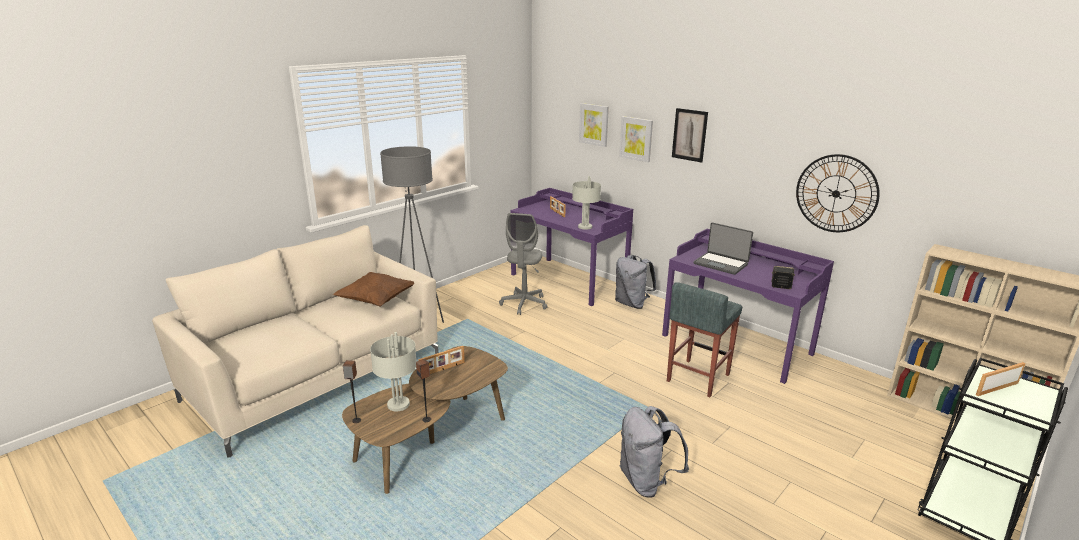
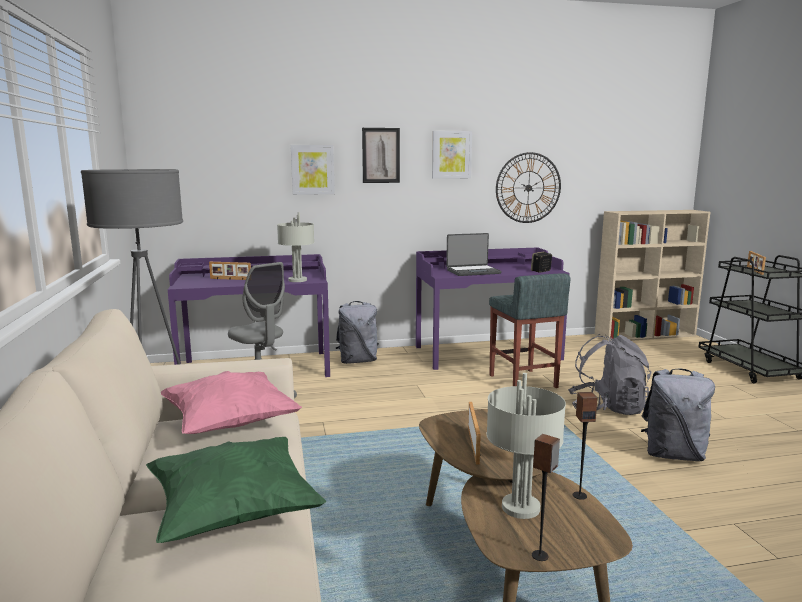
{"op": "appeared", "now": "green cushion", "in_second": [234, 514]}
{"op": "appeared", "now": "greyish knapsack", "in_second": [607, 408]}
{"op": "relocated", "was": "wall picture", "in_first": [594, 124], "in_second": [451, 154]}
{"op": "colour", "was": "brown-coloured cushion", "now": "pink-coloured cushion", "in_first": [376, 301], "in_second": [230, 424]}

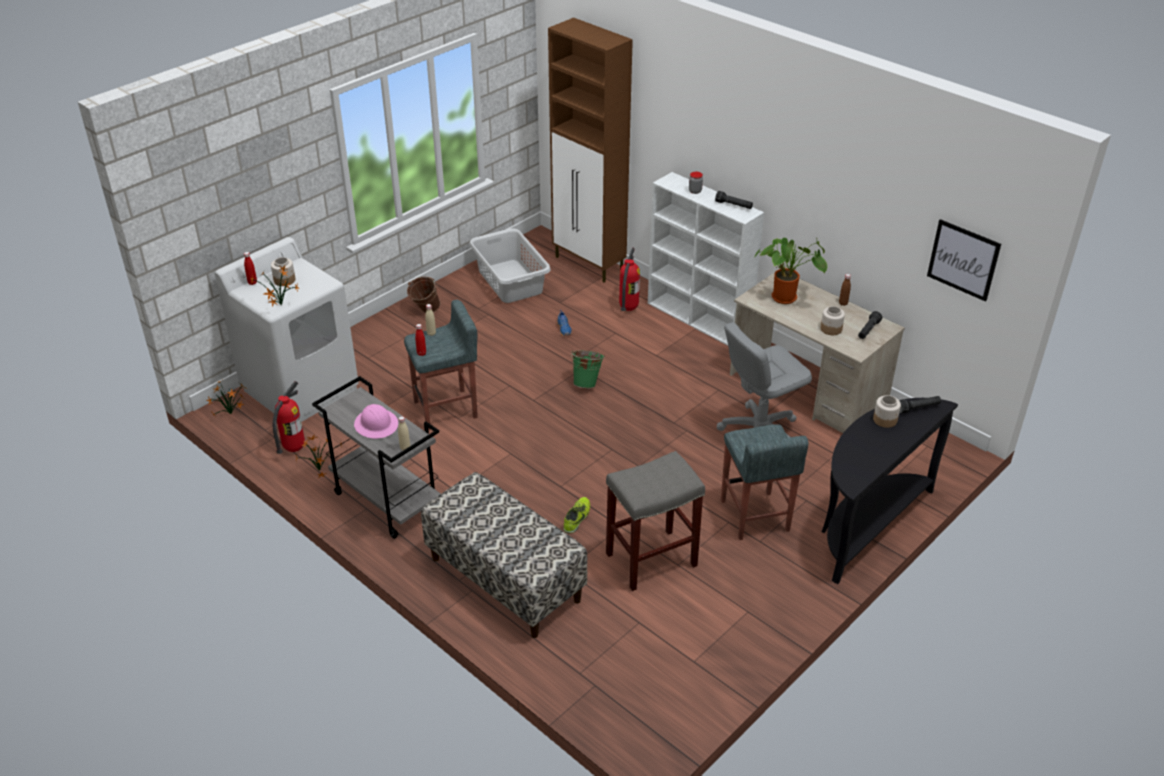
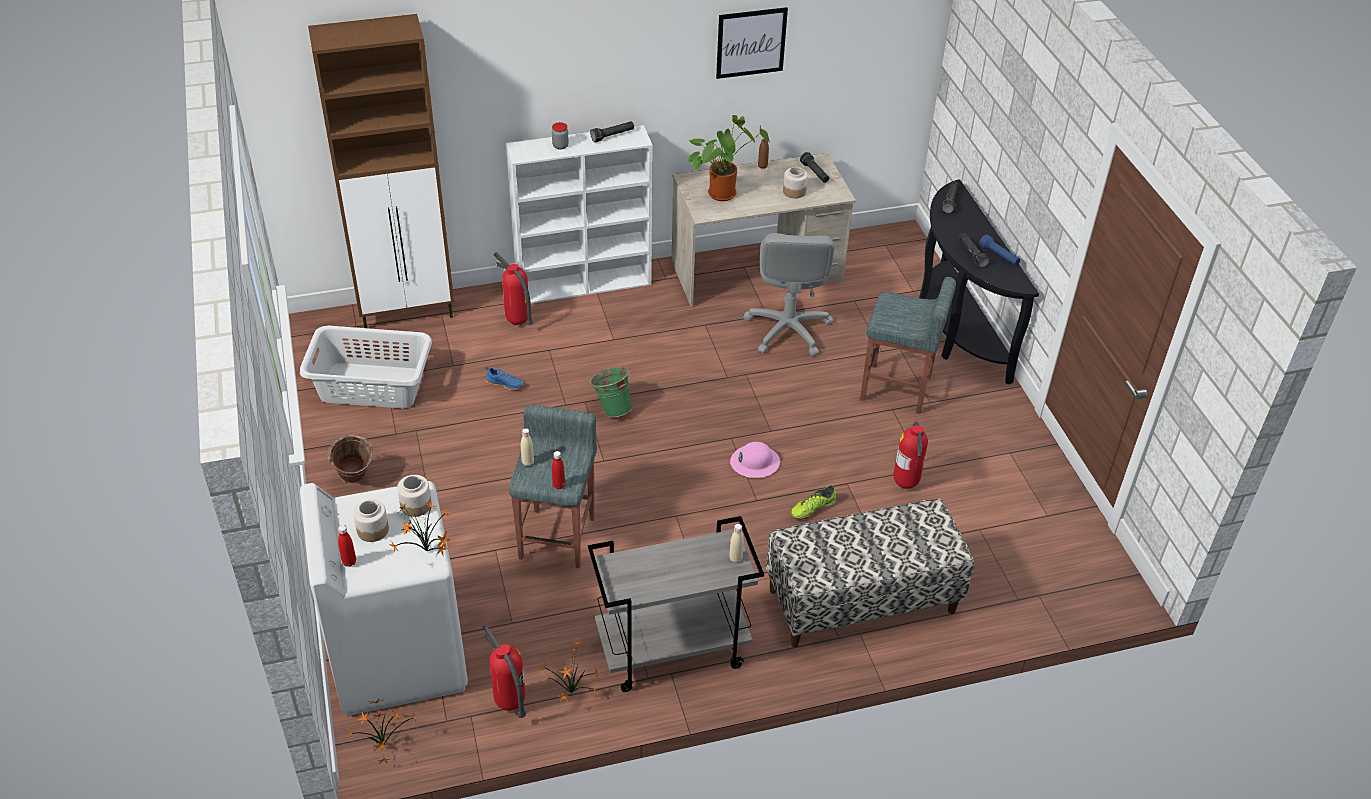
{"op": "appeared", "now": "blackish torch", "in_second": [972, 254]}
{"op": "appeared", "now": "blue-coloured torch", "in_second": [999, 256]}
{"op": "relocated", "was": "pink-coloured hard hat", "in_first": [376, 425], "in_second": [754, 462]}
{"op": "relocated", "was": "jar", "in_first": [885, 420], "in_second": [416, 505]}
{"op": "relocated", "was": "wall picture", "in_first": [963, 260], "in_second": [751, 42]}
{"op": "exchanged", "was": "greyish stool", "now": "fire-fighting cylinder", "in_first": [650, 560], "in_second": [906, 484]}
{"op": "spun", "was": "item of footwear", "in_first": [577, 518], "in_second": [812, 508], "clockwise": -90}

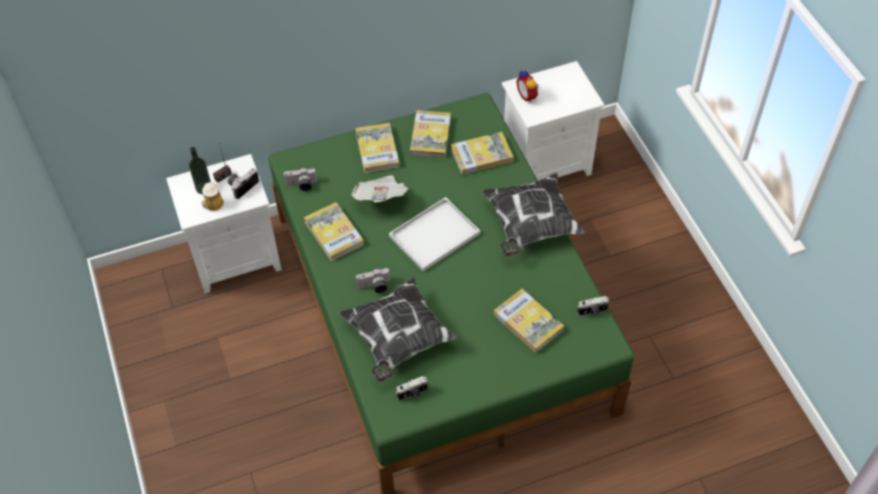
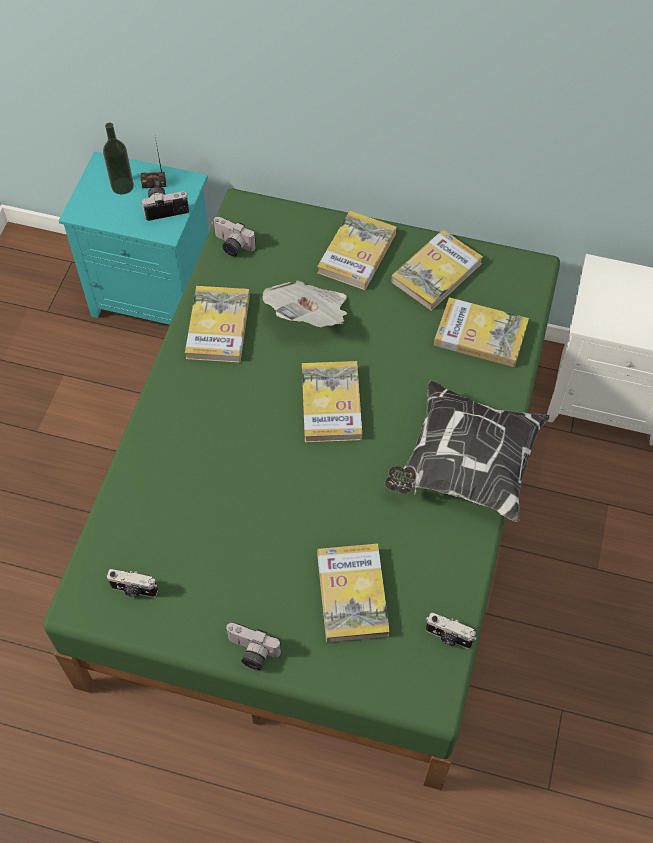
{"op": "missing", "was": "coffee mug", "in_first": [213, 205]}
{"op": "missing", "was": "cushion", "in_first": [397, 339]}
{"op": "missing", "was": "bedside clock", "in_first": [528, 96]}
{"op": "relocated", "was": "still camera", "in_first": [374, 287], "in_second": [251, 652]}
{"op": "exchanged", "was": "whitish carrying tray", "now": "bound book", "in_first": [434, 236], "in_second": [331, 404]}
{"op": "colour", "was": "whitish bedside table", "now": "blue-green bedside table", "in_first": [237, 257], "in_second": [157, 295]}

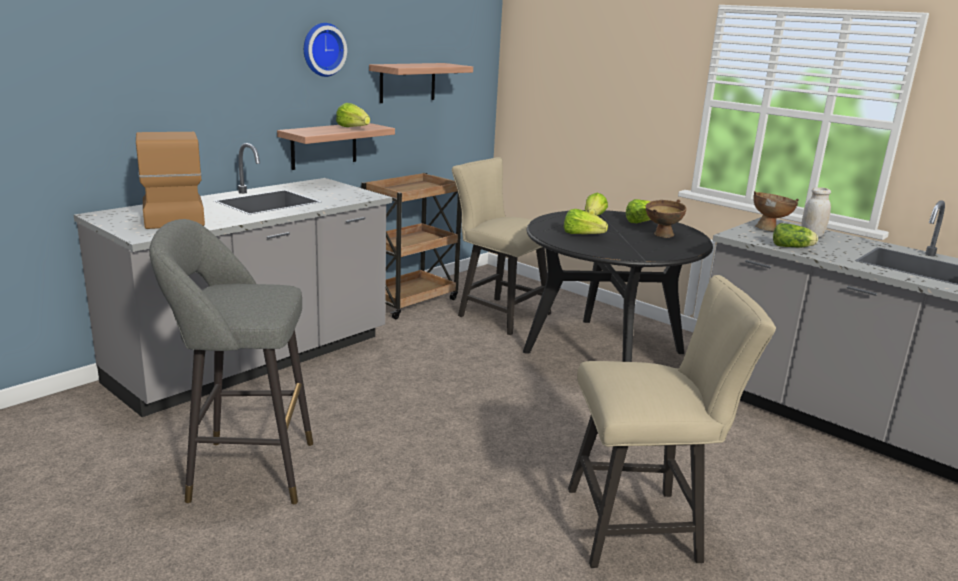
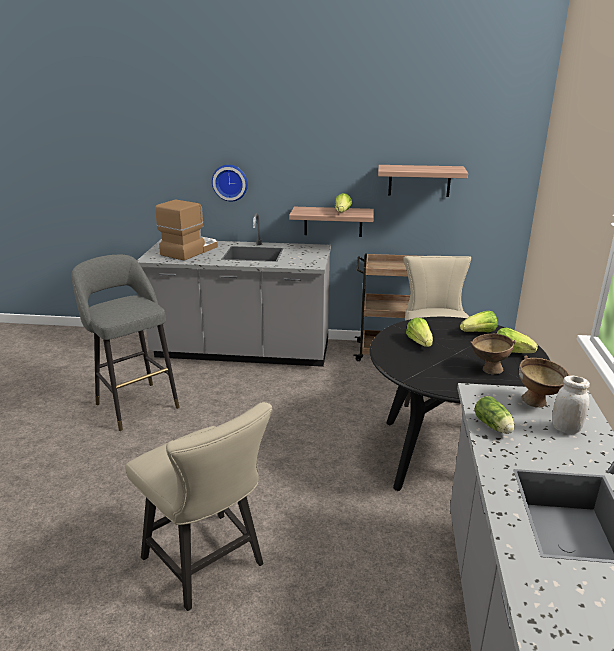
{"op": "relocated", "was": "clock on the wall", "in_first": [322, 49], "in_second": [230, 182]}

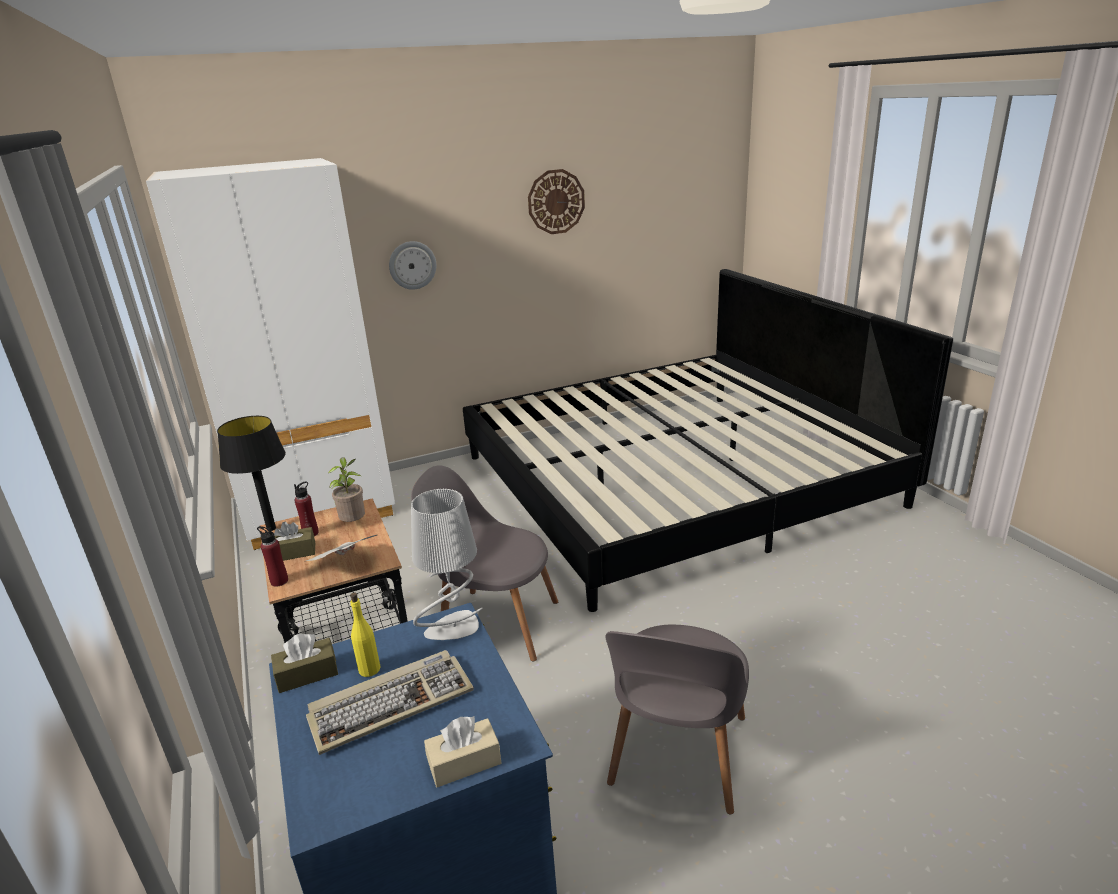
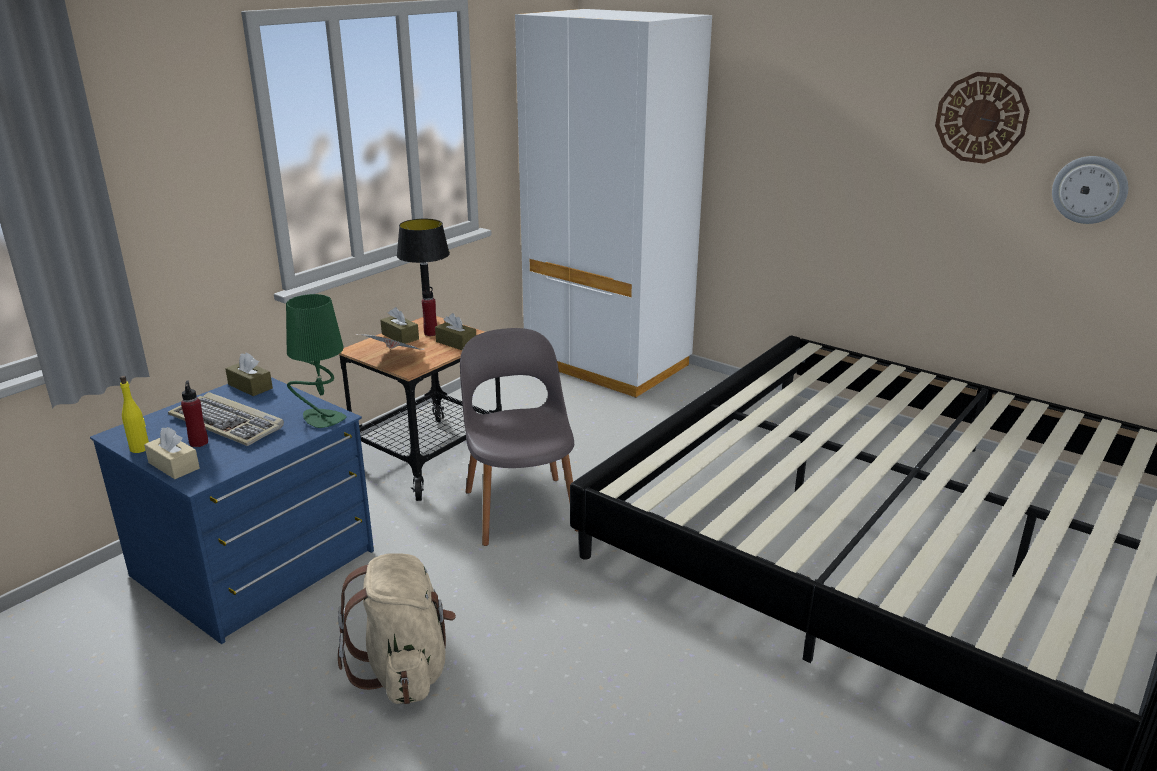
{"op": "relocated", "was": "red beverage bottle", "in_first": [279, 581], "in_second": [199, 442]}
{"op": "relocated", "was": "yellow-coloured beverage bottle", "in_first": [369, 669], "in_second": [140, 448]}
{"op": "relocated", "was": "clock on the wall", "in_first": [412, 265], "in_second": [1089, 189]}
{"op": "exchanged", "was": "houseplant", "now": "brown-coloured box of tissues", "in_first": [354, 523], "in_second": [456, 343]}
{"op": "exchanged", "was": "greyish plain chair", "now": "beige knapsack", "in_first": [677, 755], "in_second": [405, 669]}
{"op": "colour", "was": "greyish table lamp", "now": "green table lamp", "in_first": [453, 629], "in_second": [321, 419]}

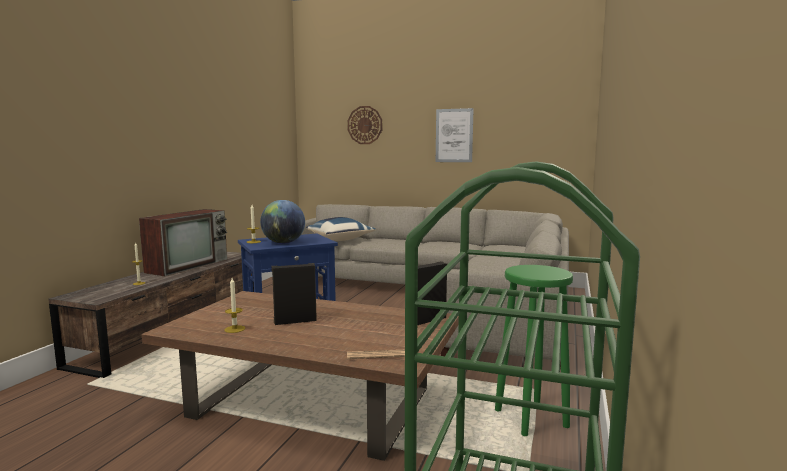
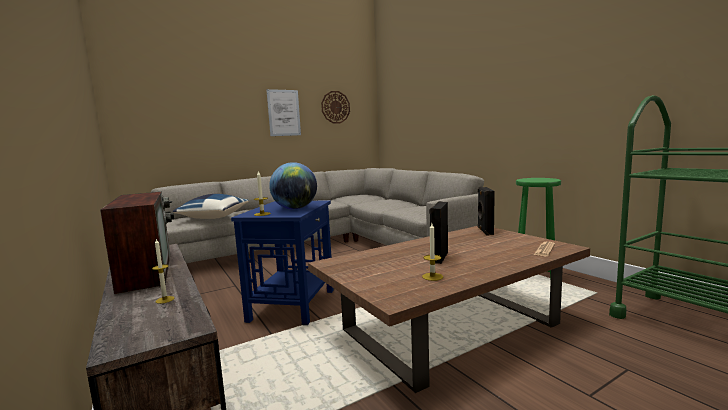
{"op": "relocated", "was": "clock on the wall", "in_first": [365, 125], "in_second": [335, 107]}

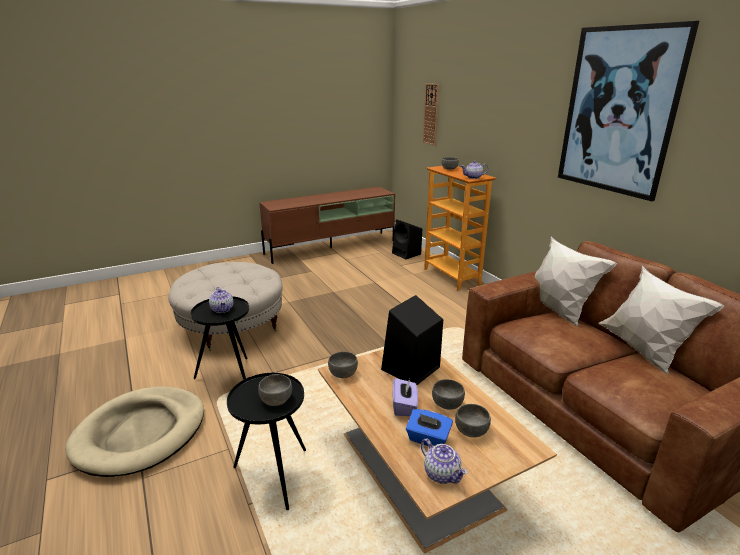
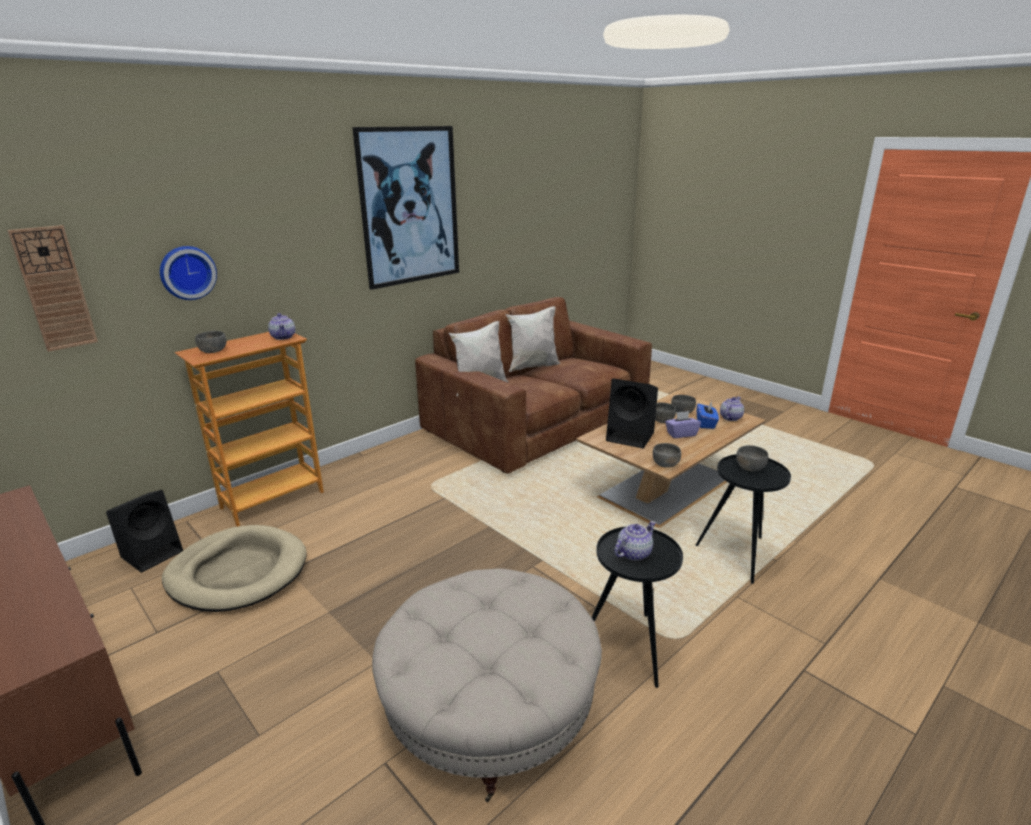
{"op": "appeared", "now": "clock on the wall", "in_second": [187, 272]}
{"op": "relocated", "was": "beige dog bed", "in_first": [141, 433], "in_second": [238, 572]}

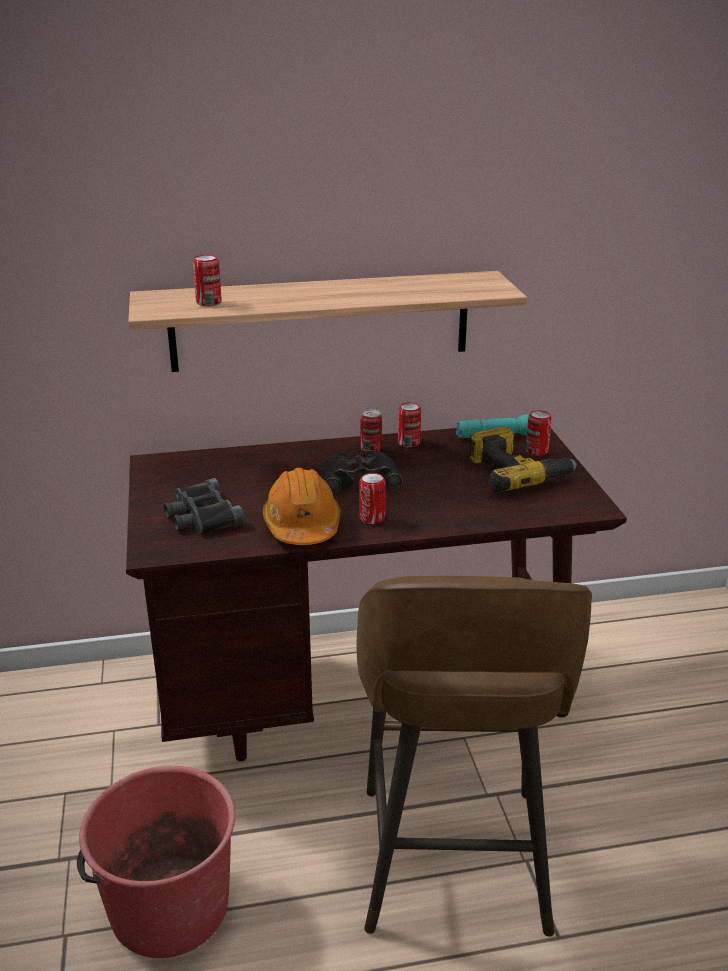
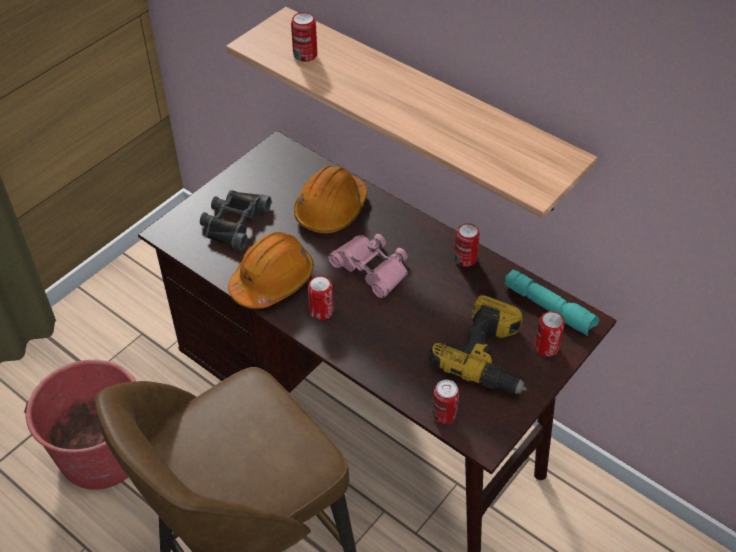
{"op": "appeared", "now": "orange-coloured hard hat", "in_second": [331, 210]}
{"op": "relocated", "was": "sealed can", "in_first": [371, 450], "in_second": [444, 415]}
{"op": "colour", "was": "blackish pair of binoculars", "now": "pink-coloured pair of binoculars", "in_first": [359, 480], "in_second": [371, 269]}

